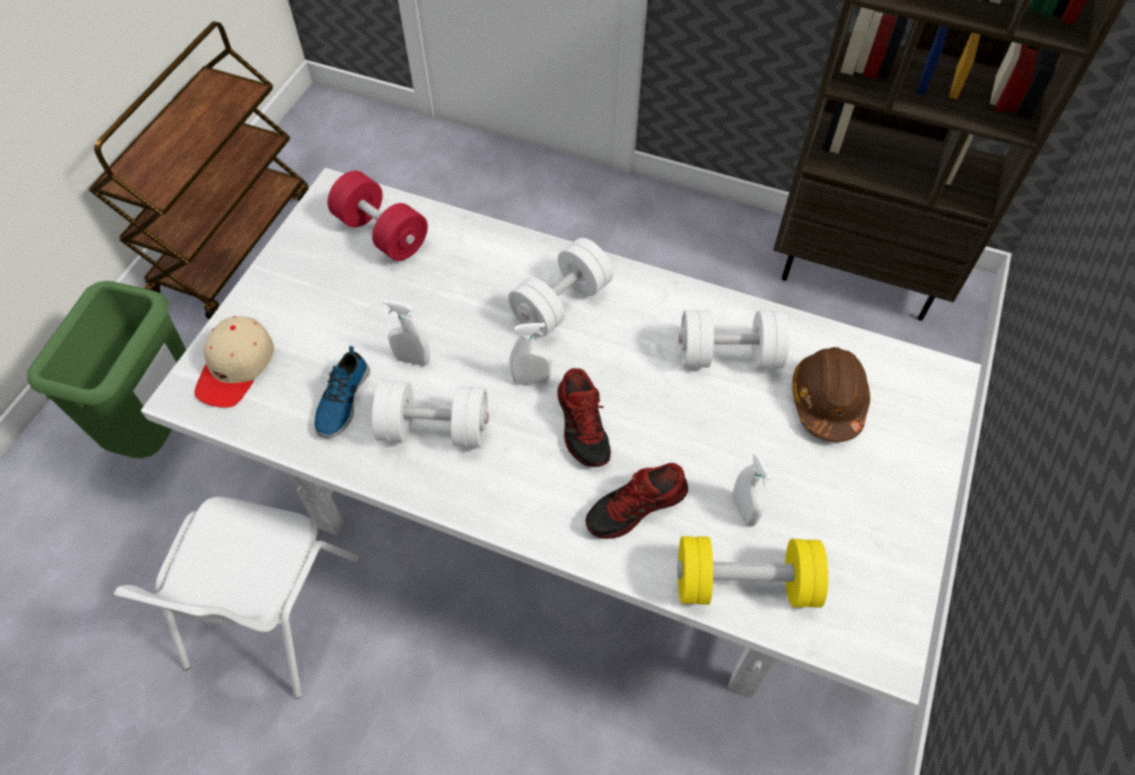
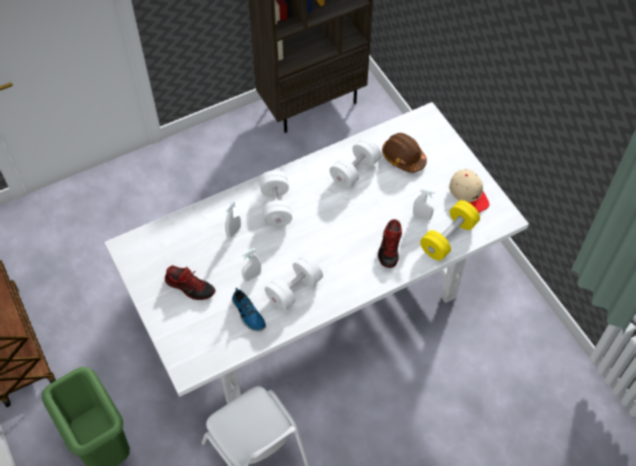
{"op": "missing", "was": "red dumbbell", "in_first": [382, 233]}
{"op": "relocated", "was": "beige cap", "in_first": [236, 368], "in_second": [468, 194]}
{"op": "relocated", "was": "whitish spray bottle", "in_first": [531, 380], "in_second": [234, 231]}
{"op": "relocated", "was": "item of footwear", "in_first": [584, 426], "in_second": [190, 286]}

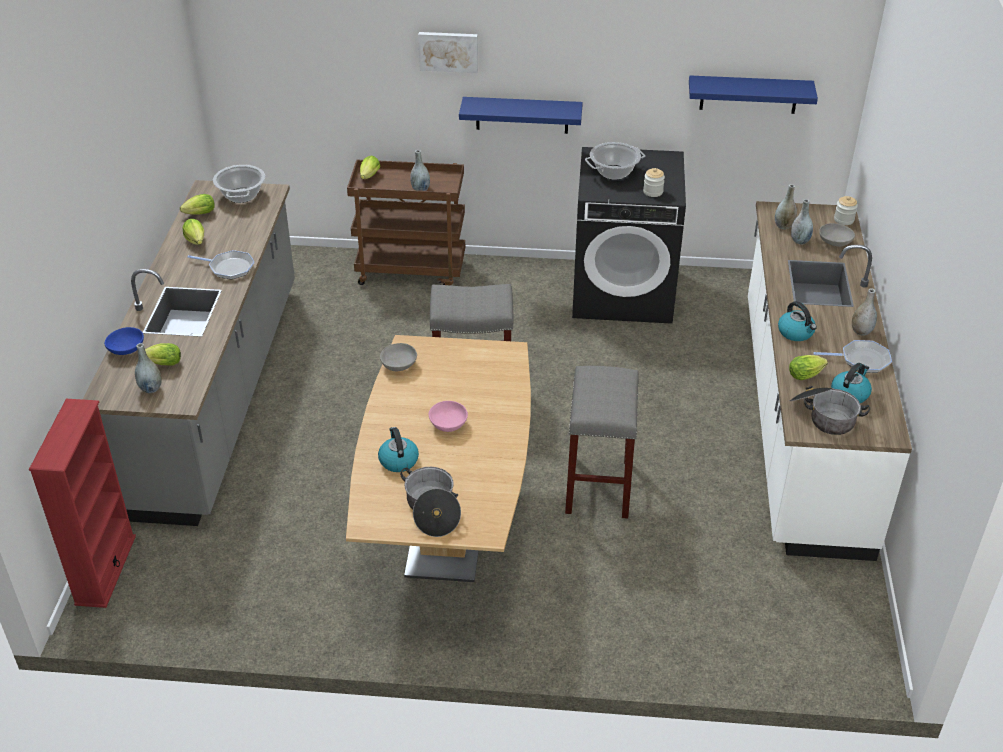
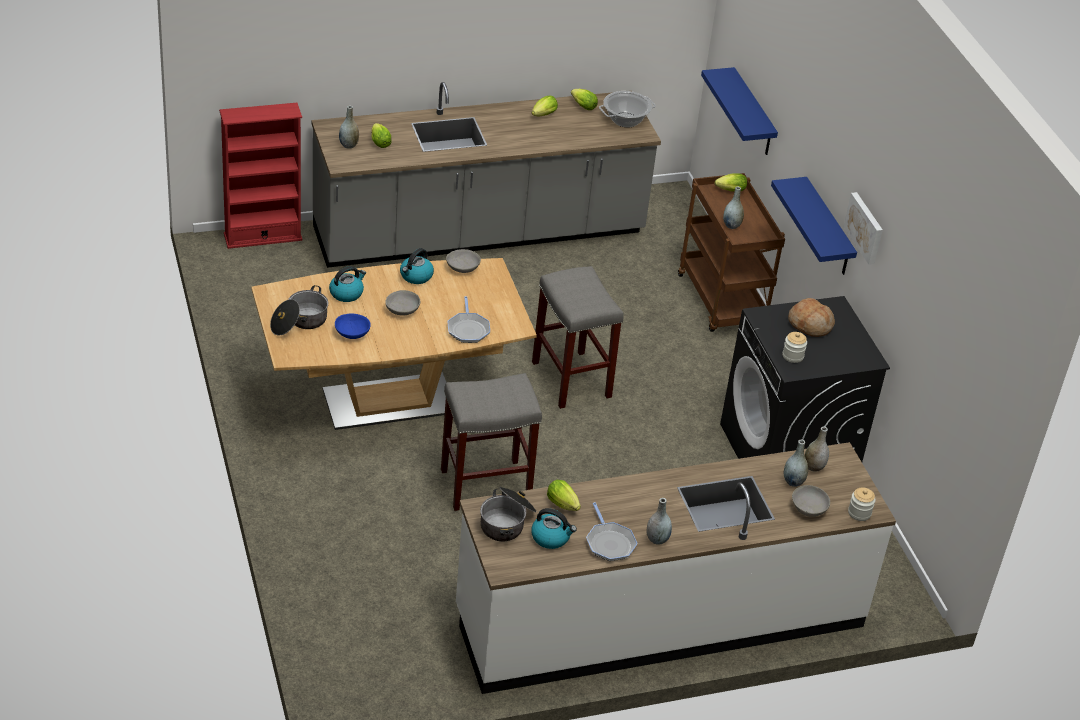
{"op": "relocated", "was": "blue-coloured bowl", "in_first": [127, 349], "in_second": [352, 334]}
{"op": "relocated", "was": "frying pan", "in_first": [229, 268], "in_second": [468, 329]}
{"op": "relocated", "was": "wall picture", "in_first": [448, 51], "in_second": [865, 228]}
{"op": "relocated", "was": "blue-coloured wall shelf", "in_first": [749, 94], "in_second": [753, 114]}
{"op": "relocated", "was": "tea kettle", "in_first": [796, 332], "in_second": [416, 276]}
{"op": "exchanged", "was": "cooking pot", "now": "baked bread", "in_first": [614, 172], "in_second": [810, 324]}
{"op": "colour", "was": "pink-coloured bowl", "now": "greyish bowl", "in_first": [449, 424], "in_second": [402, 311]}

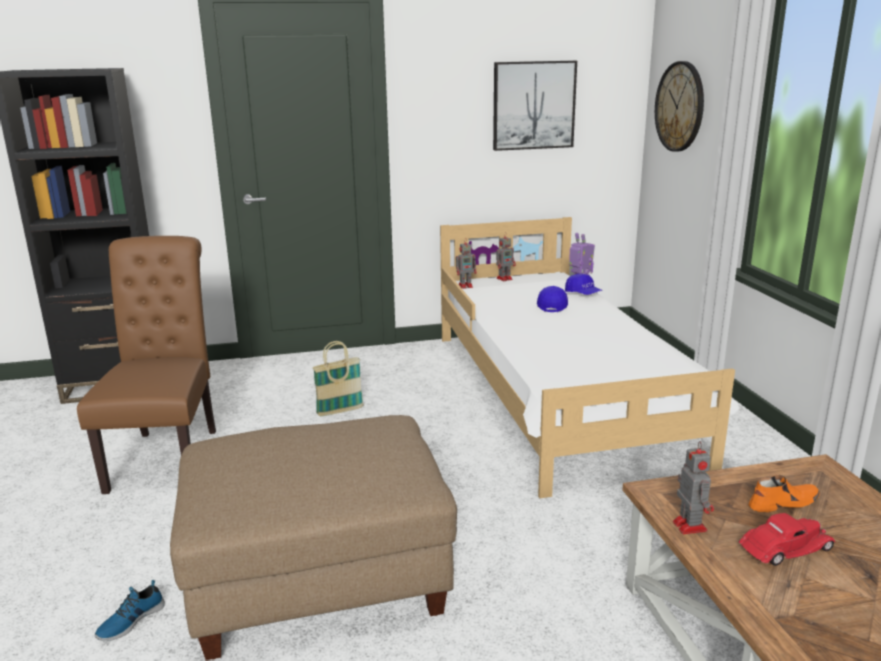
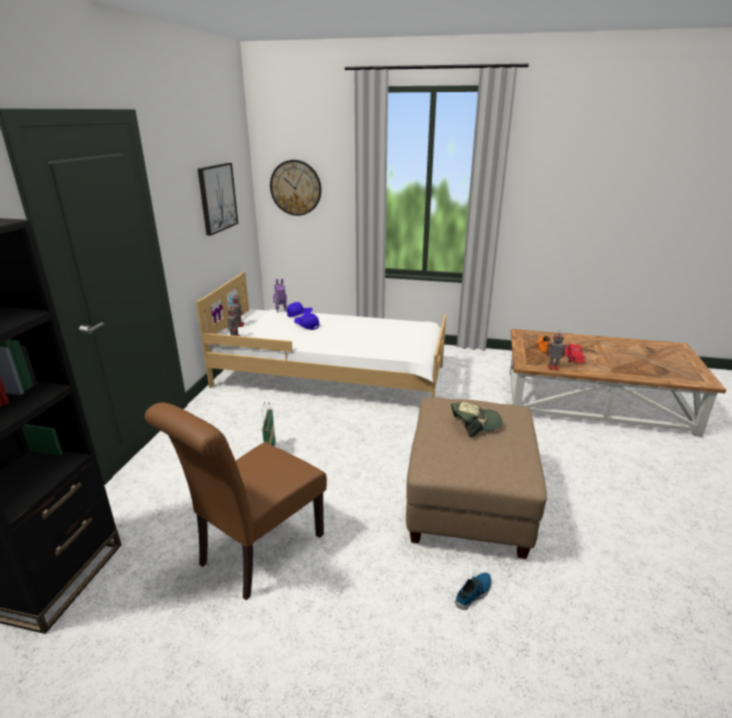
{"op": "appeared", "now": "cap", "in_second": [475, 424]}
{"op": "spun", "was": "brown-coloured plain chair", "in_first": [168, 455], "in_second": [256, 553], "clockwise": -75}
{"op": "spun", "was": "item of footwear", "in_first": [130, 620], "in_second": [474, 593], "clockwise": -105}

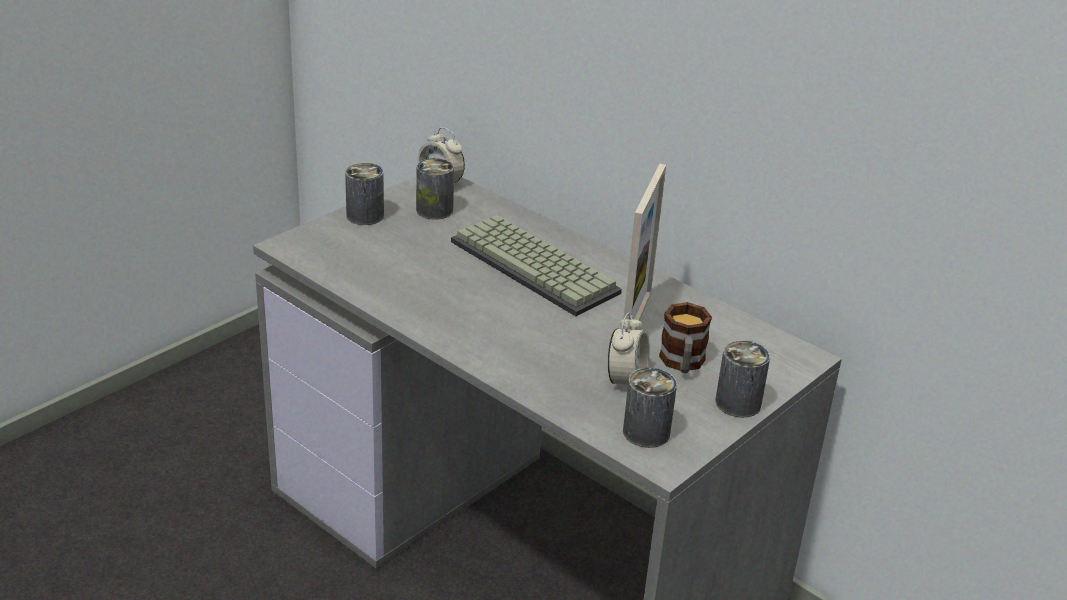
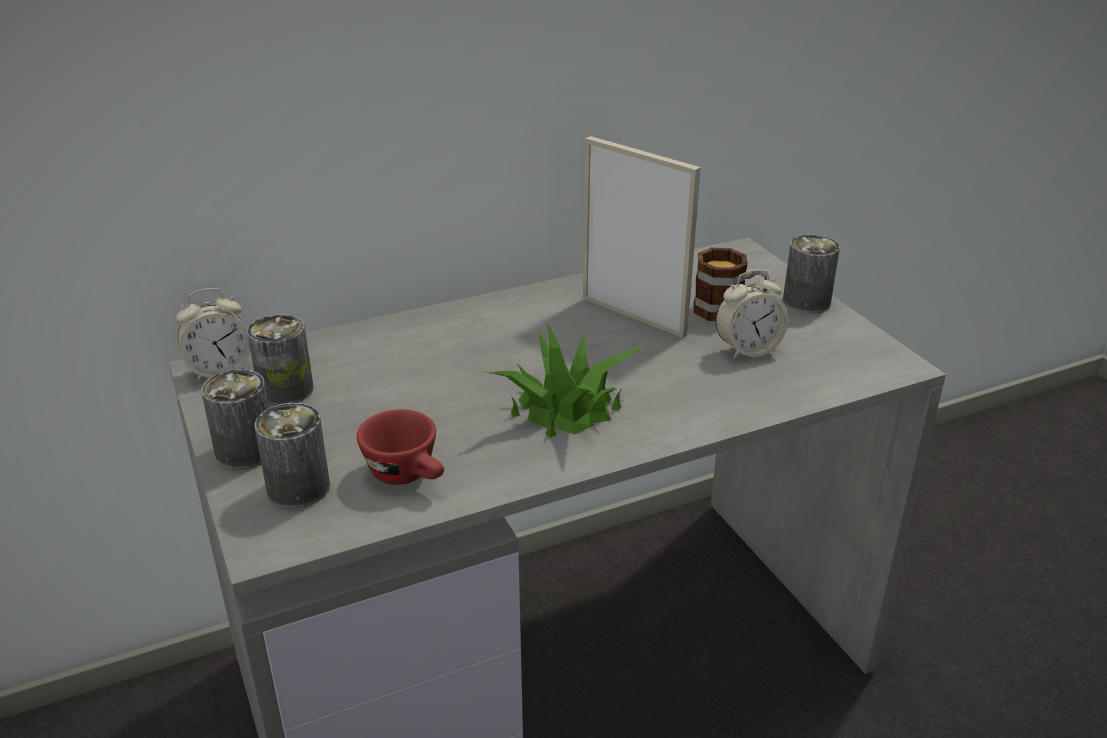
{"op": "missing", "was": "keyboard", "in_first": [537, 267]}
{"op": "appeared", "now": "red drinking cup", "in_second": [409, 475]}
{"op": "appeared", "now": "houseplant", "in_second": [565, 407]}
{"op": "relocated", "was": "sealed can", "in_first": [646, 432], "in_second": [298, 488]}
{"op": "spun", "was": "bedside clock", "in_first": [626, 381], "in_second": [747, 350], "clockwise": 120}

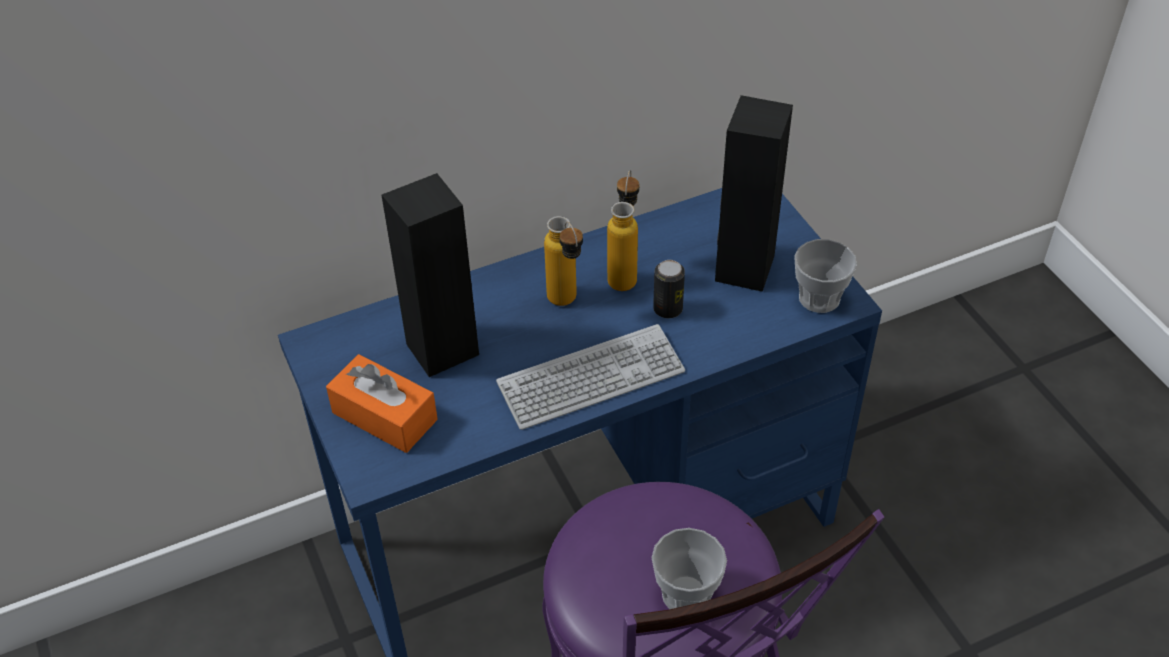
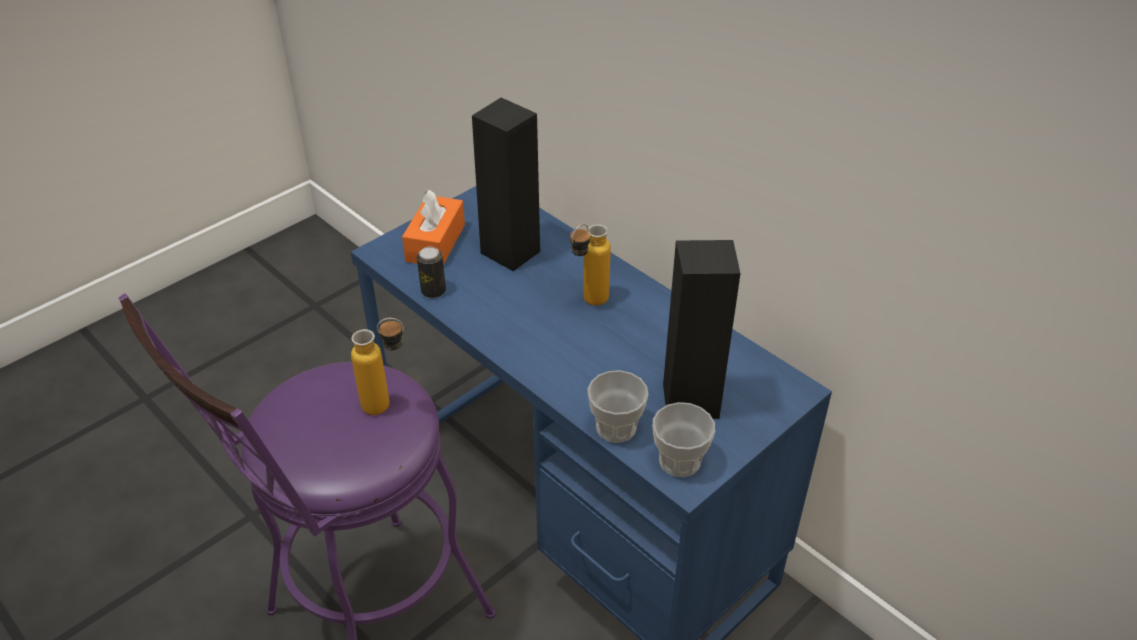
{"op": "missing", "was": "keyboard", "in_first": [591, 379]}
{"op": "relocated", "was": "beverage bottle", "in_first": [624, 273], "in_second": [388, 405]}
{"op": "relocated", "was": "drinking cup", "in_first": [686, 594], "in_second": [616, 428]}
{"op": "relocated", "was": "sealed can", "in_first": [667, 309], "in_second": [433, 291]}

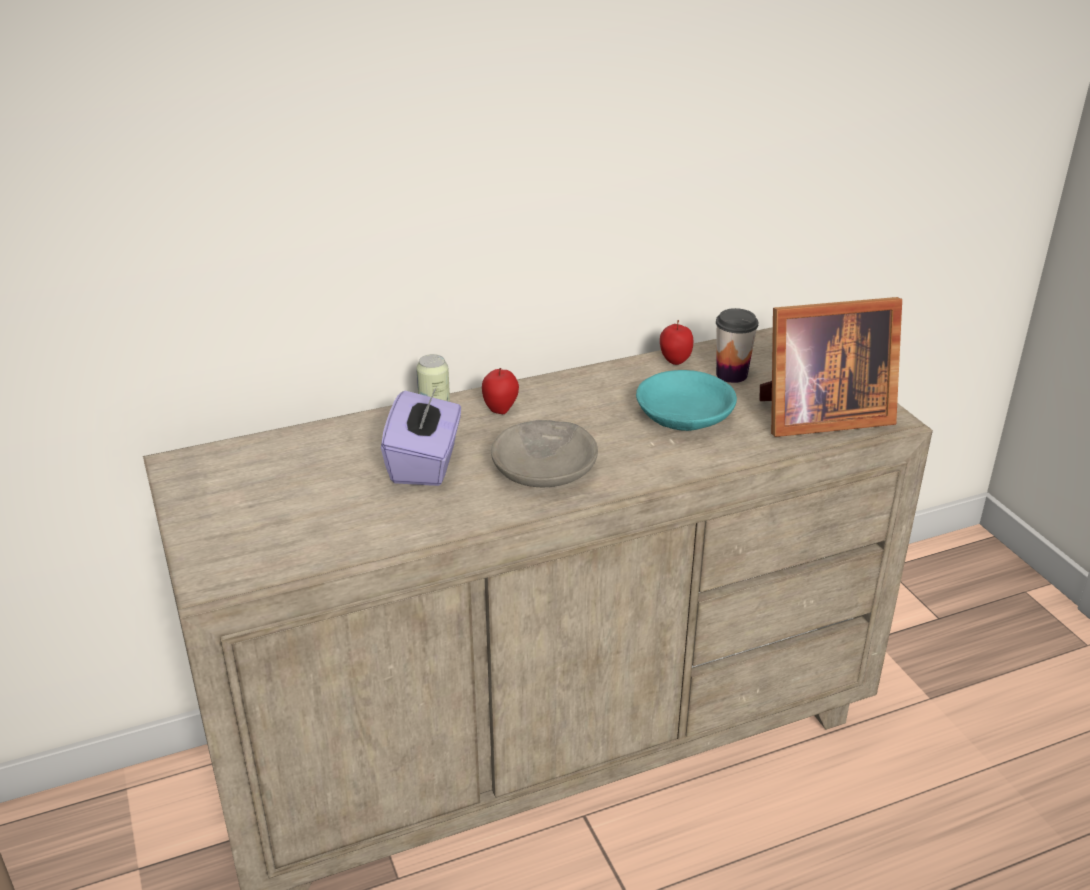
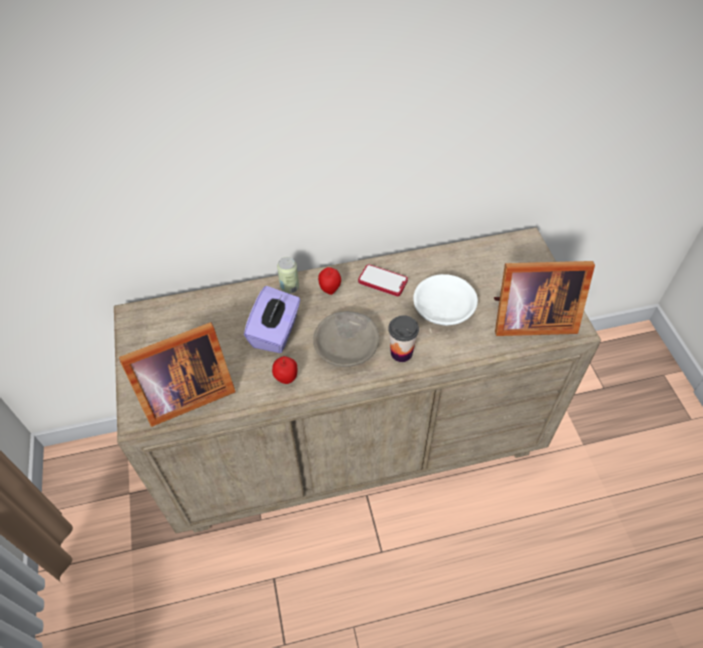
{"op": "appeared", "now": "picture frame", "in_second": [183, 394]}
{"op": "appeared", "now": "phone", "in_second": [382, 281]}
{"op": "relocated", "was": "apple fruit", "in_first": [675, 362], "in_second": [286, 378]}
{"op": "relocated", "was": "drinking cup", "in_first": [731, 375], "in_second": [401, 353]}
{"op": "colour", "was": "blue-green bowl", "now": "whitish bowl", "in_first": [683, 415], "in_second": [442, 307]}

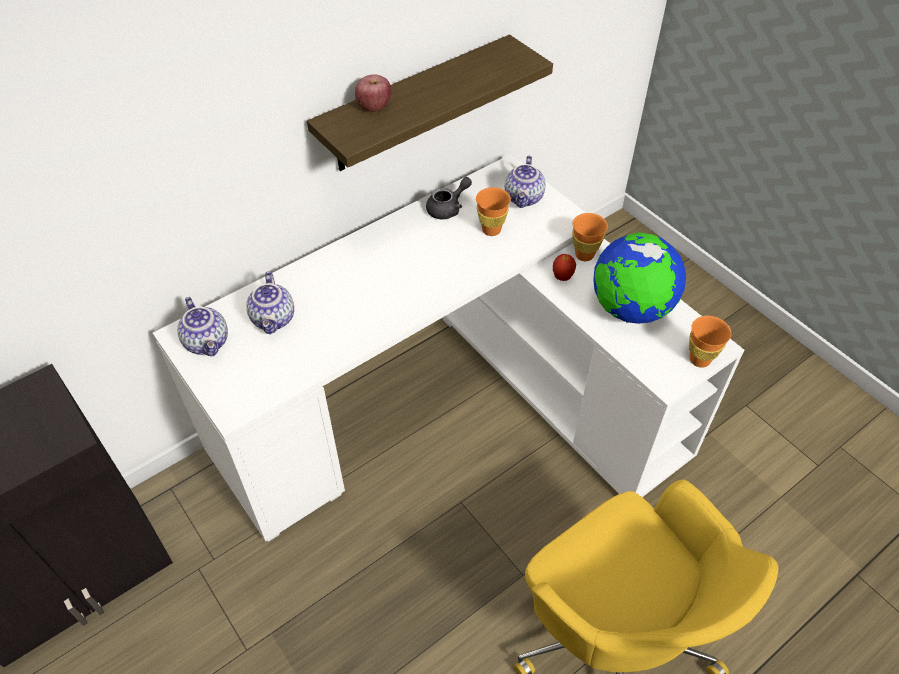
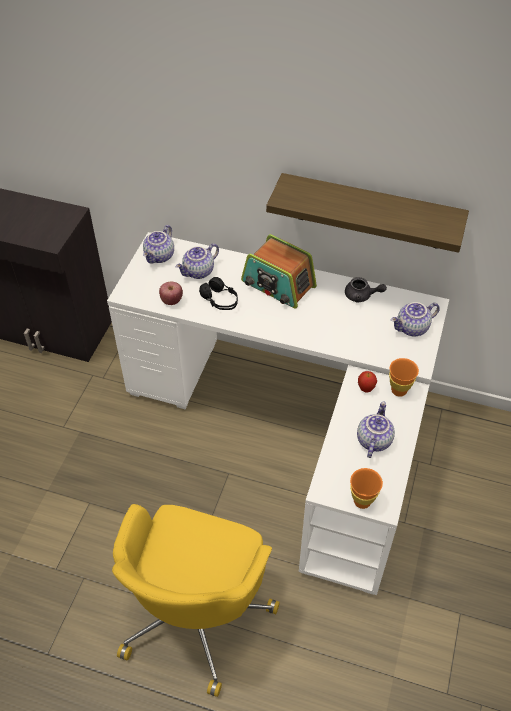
{"op": "missing", "was": "orange-coloured drinking cup", "in_first": [491, 230]}
{"op": "appeared", "now": "blackish headset", "in_second": [220, 300]}
{"op": "appeared", "now": "radio", "in_second": [278, 285]}
{"op": "relocated", "was": "apple fruit", "in_first": [374, 107], "in_second": [171, 300]}
{"op": "exchanged", "was": "world globe", "now": "tea pot", "in_first": [630, 308], "in_second": [373, 440]}

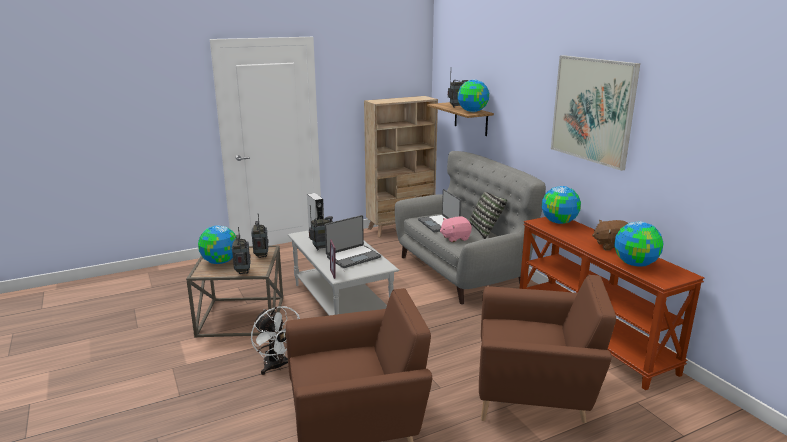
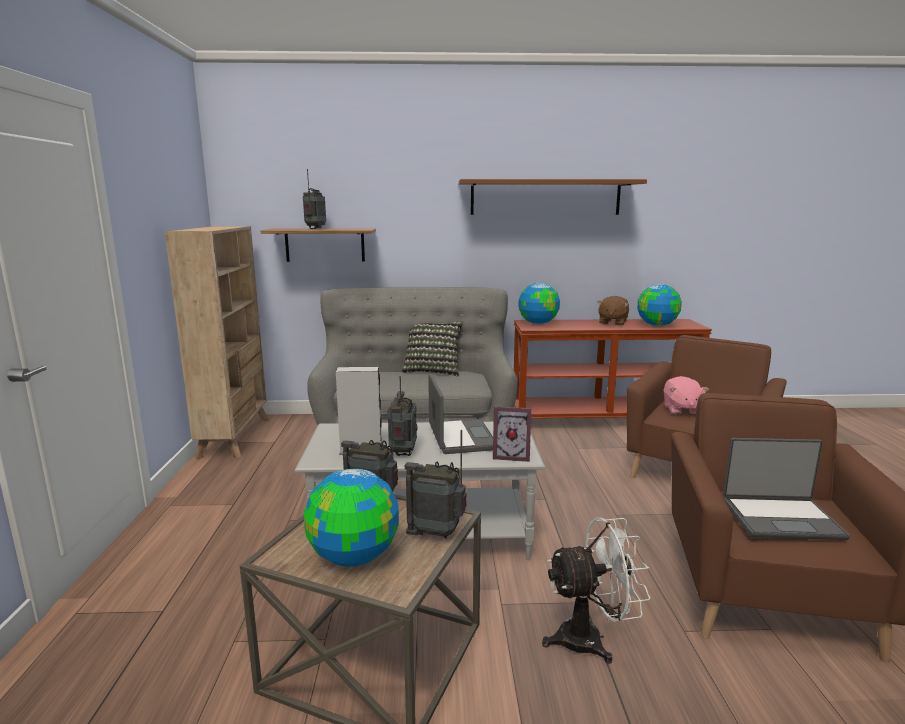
{"op": "missing", "was": "world globe", "in_first": [472, 111]}
{"op": "relocated", "was": "portable computer", "in_first": [439, 224], "in_second": [780, 518]}
{"op": "relocated", "was": "pink-coloured plush toy", "in_first": [455, 238], "in_second": [681, 410]}
{"op": "exchanged", "was": "wall picture", "now": "brown-coloured wall shelf", "in_first": [592, 110], "in_second": [545, 197]}

